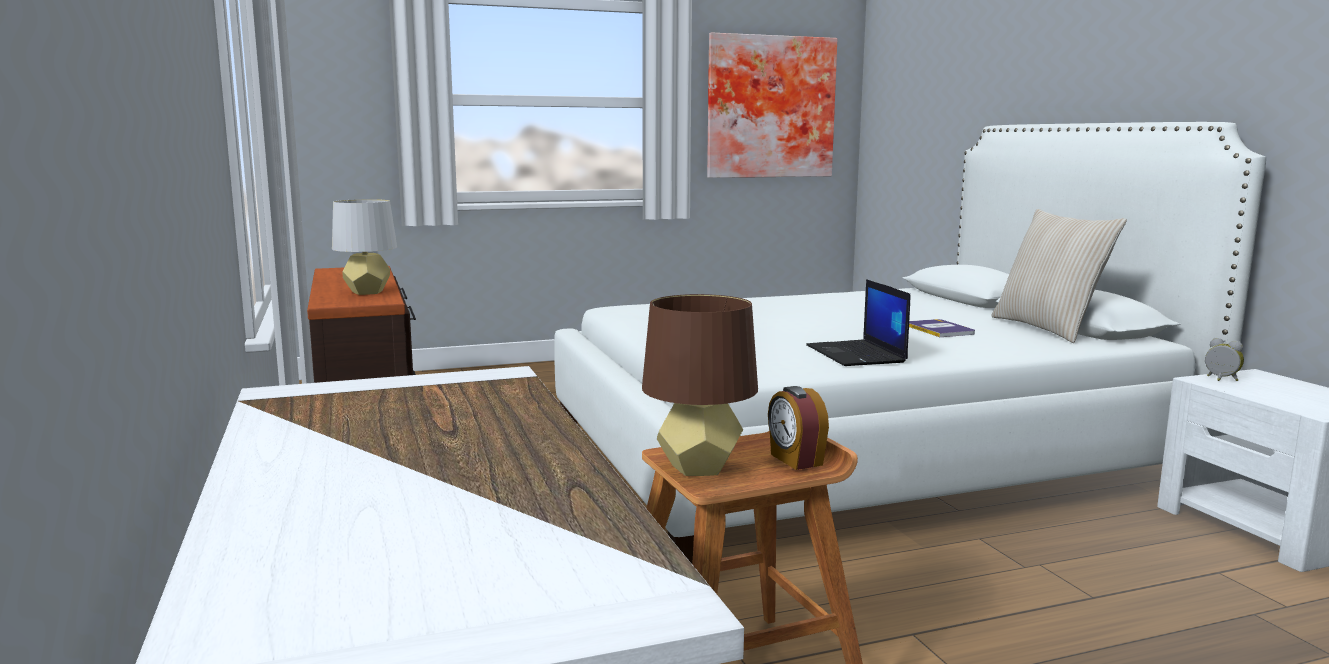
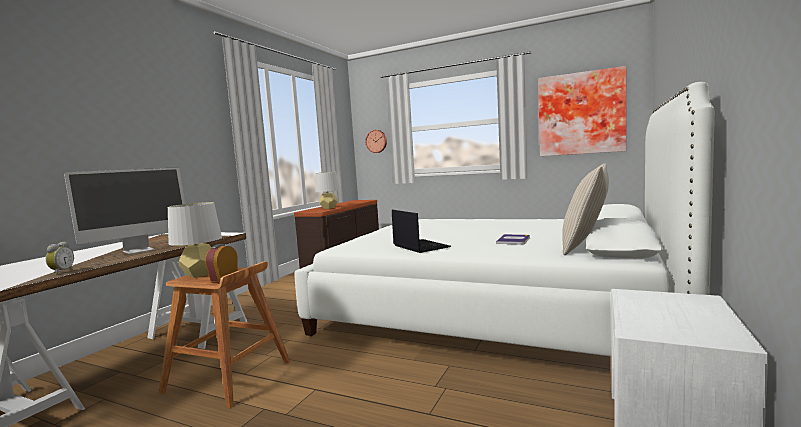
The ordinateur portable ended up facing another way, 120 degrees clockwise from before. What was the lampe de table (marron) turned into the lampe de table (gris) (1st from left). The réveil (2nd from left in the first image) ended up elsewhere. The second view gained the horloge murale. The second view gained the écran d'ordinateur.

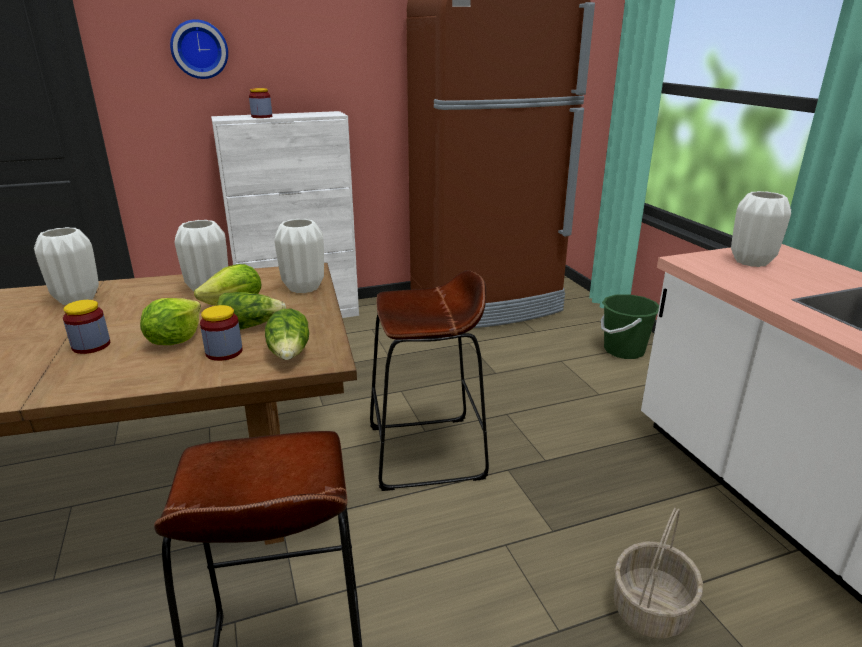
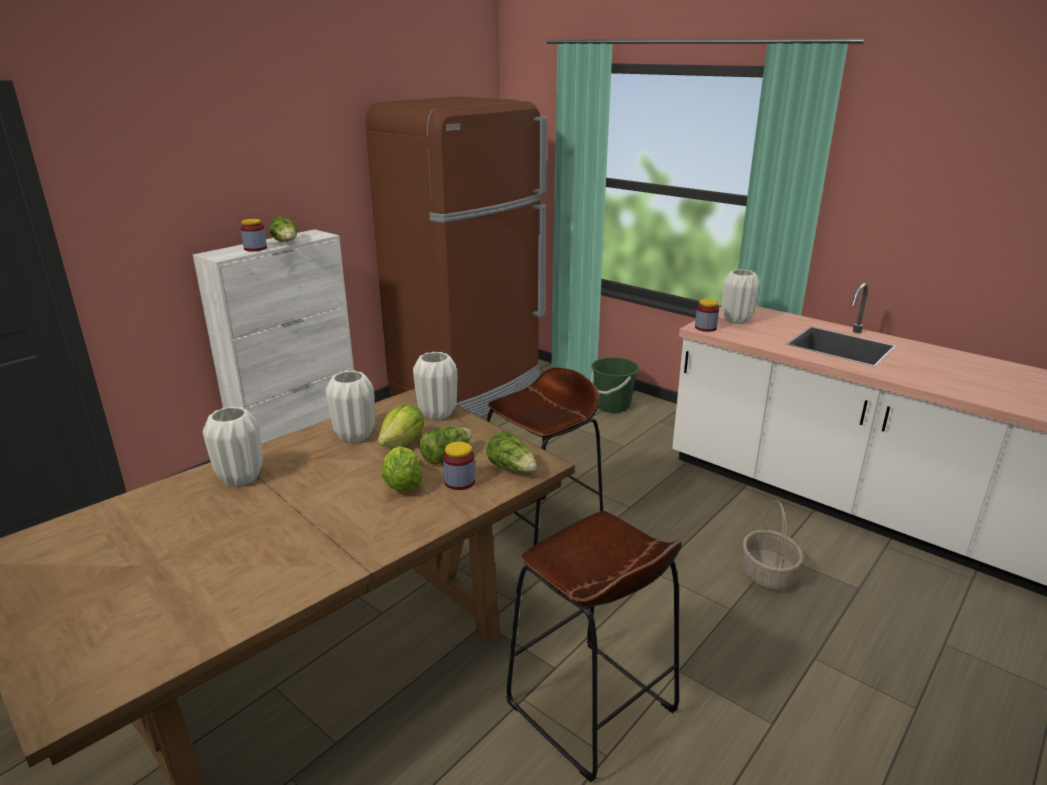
The second view lost the horloge murale. The bocal (1st from left in the first image) ended up elsewhere. The second view gained the laitue (1st from left).

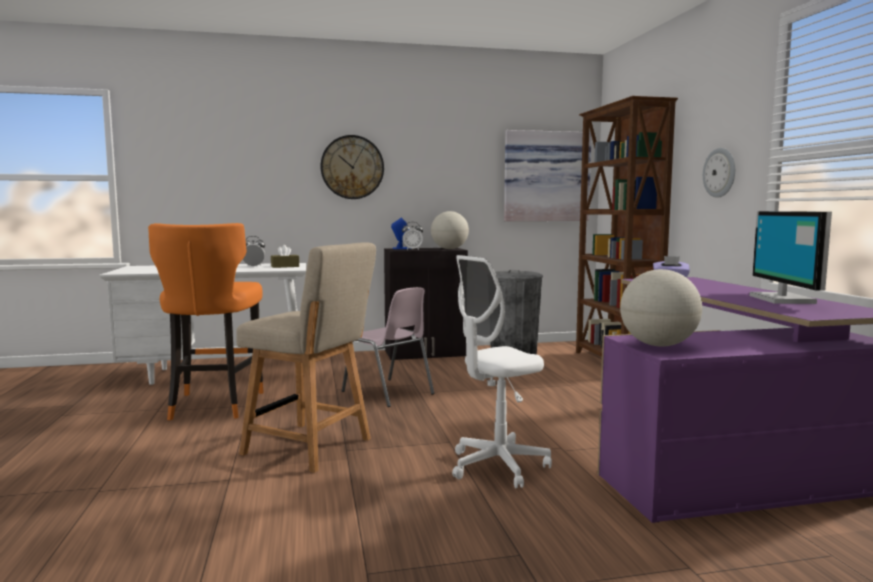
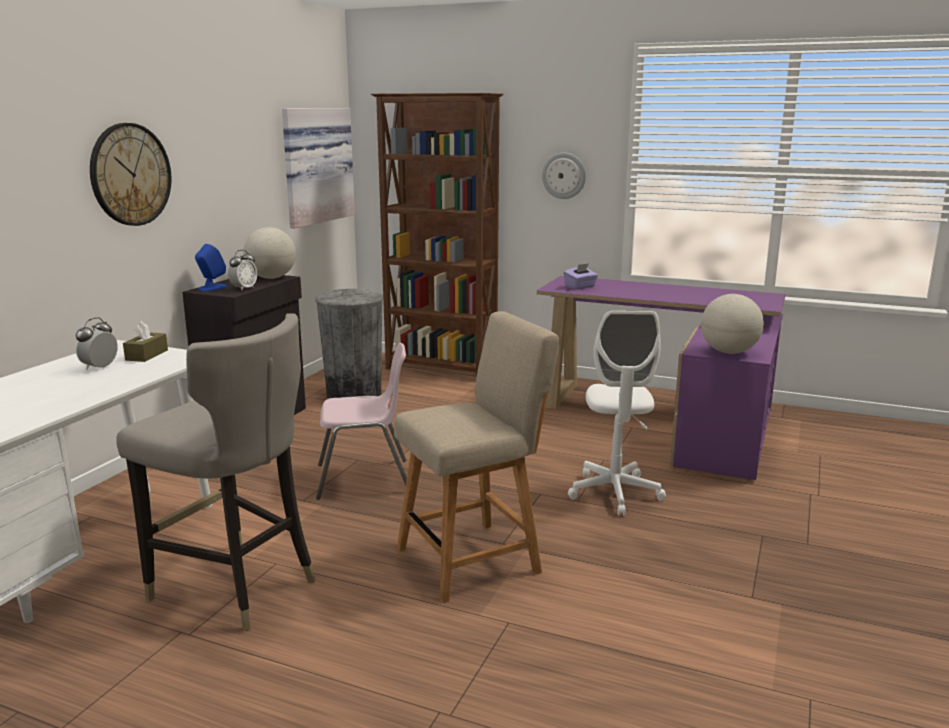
The second view lost the écran d'ordinateur. What was the tabouret (orange) turned into the tabouret (gris).

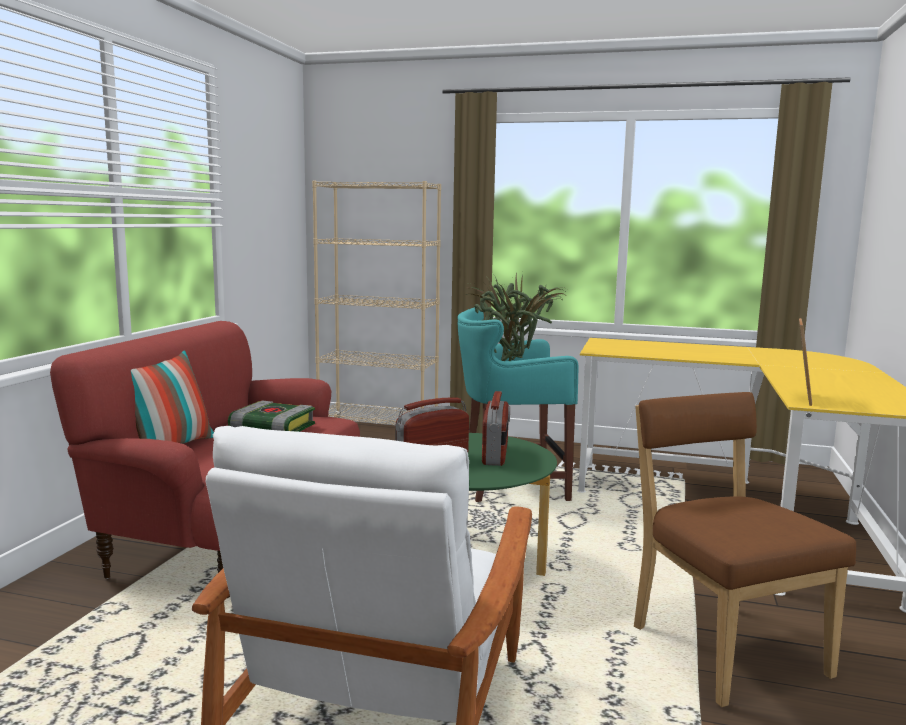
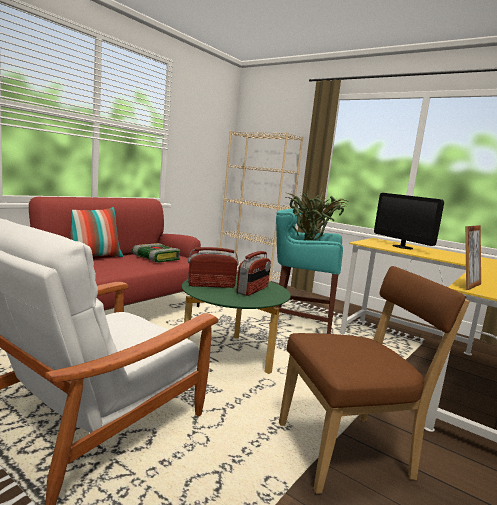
The chaise (marron) ended up facing another way, 75 degrees clockwise from before. The second view gained the écran d'ordinateur.

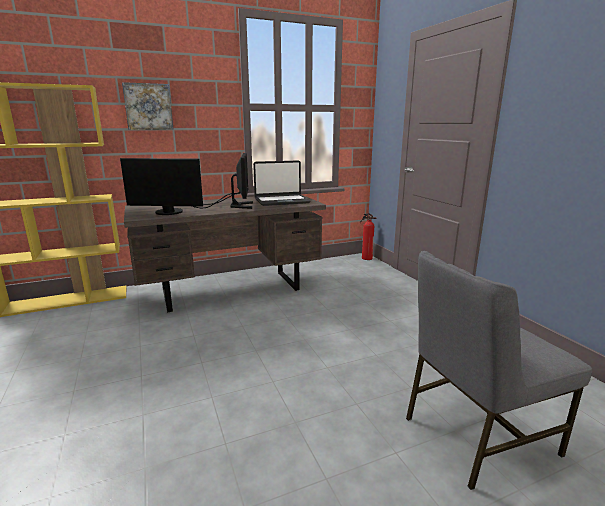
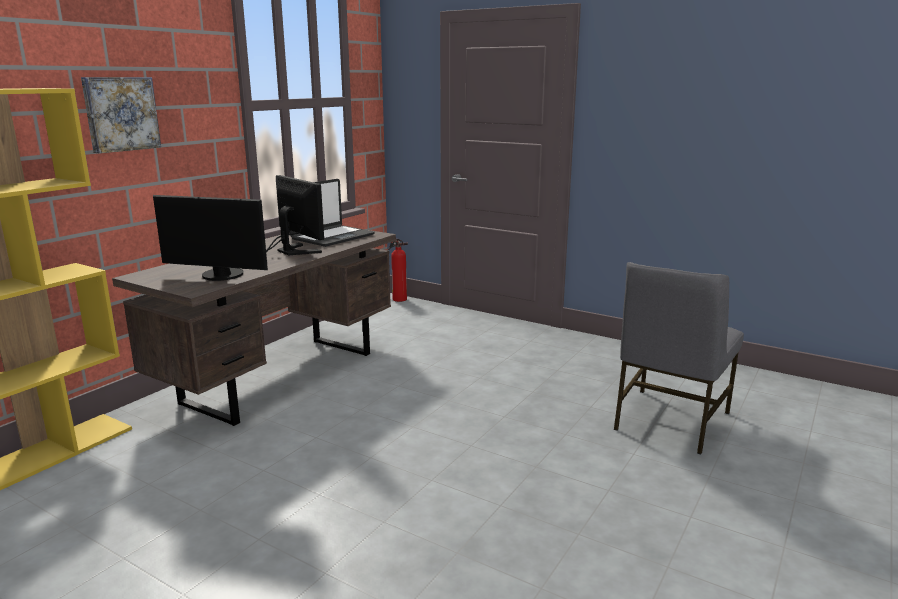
The écran d'ordinateur (1st from left) ended up facing another way, 45 degrees clockwise from before.

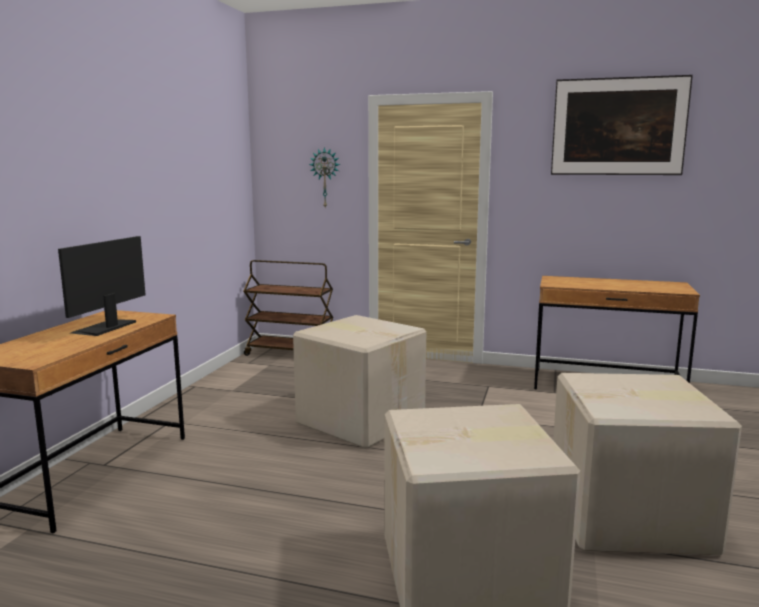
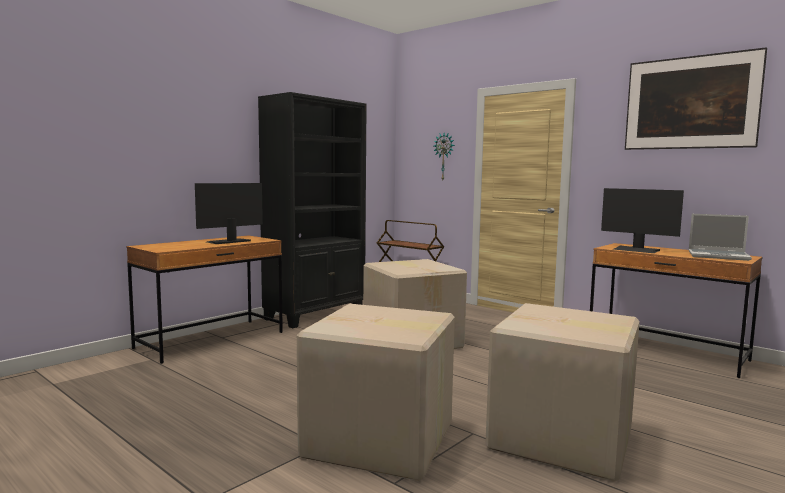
The second view gained the bibliothèque (noir). The second view gained the écran d'ordinateur (2nd from left). The second view gained the ordinateur portable.

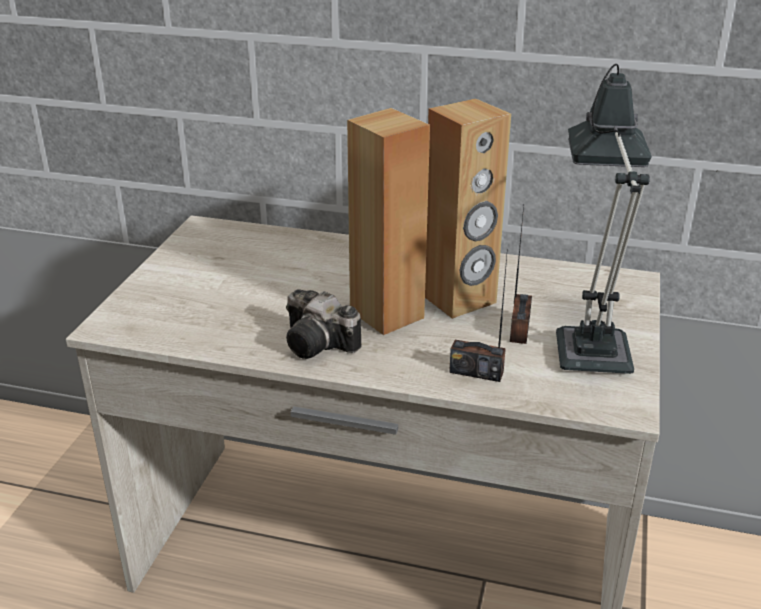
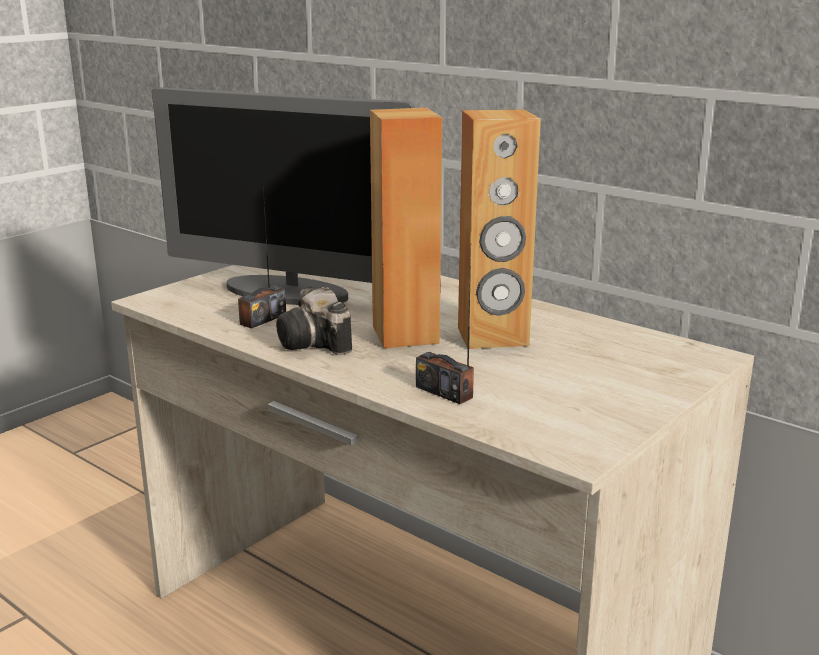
The second view lost the lampe de table. The radio (2nd from left in the first image) ended up elsewhere. The second view gained the écran d'ordinateur.

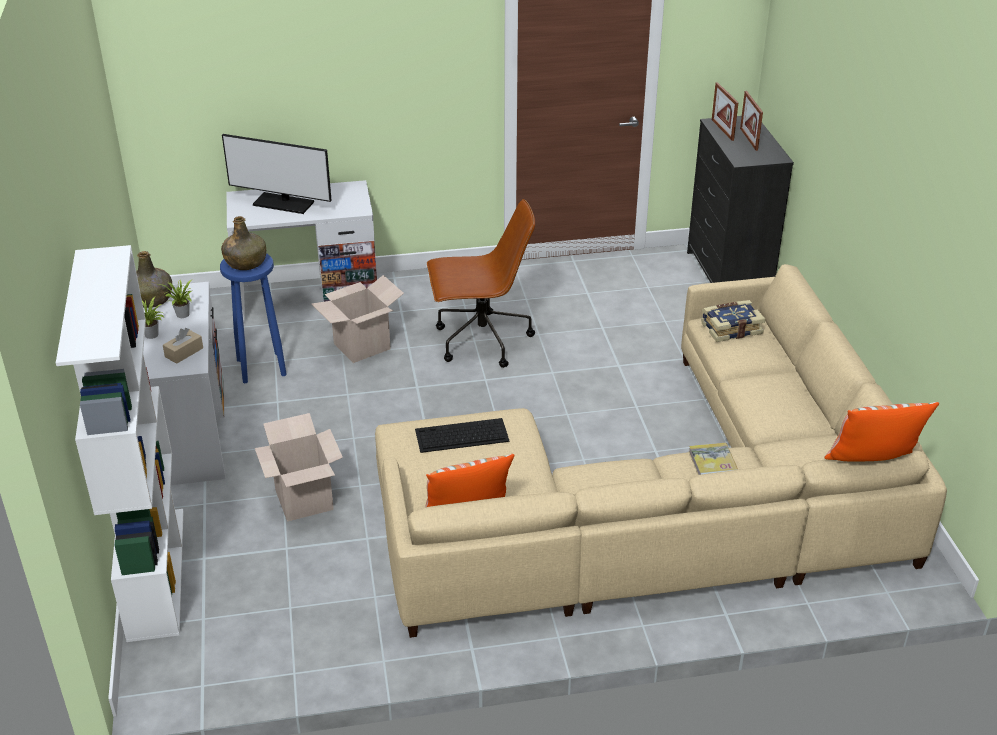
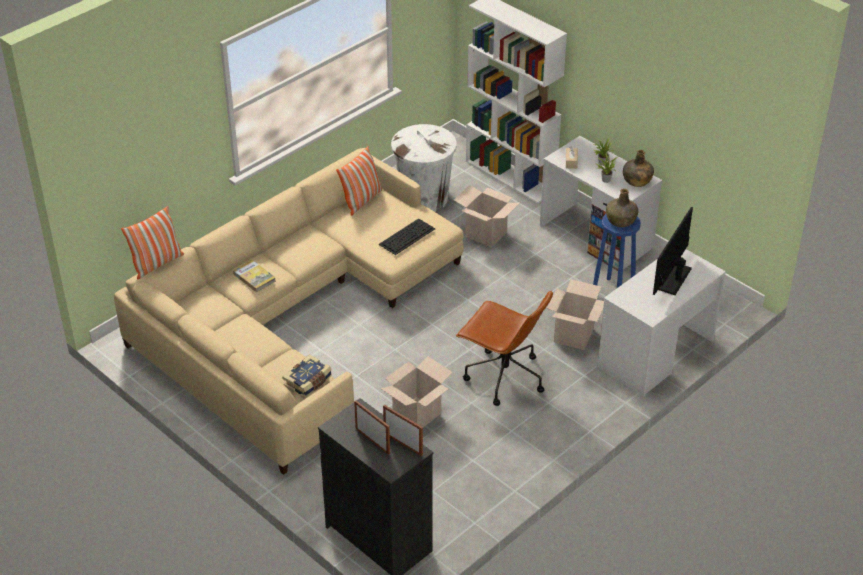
The écran d'ordinateur ended up facing another way, 45 degrees counterclockwise from before. The chaise de bureau (marron) ended up facing another way, 105 degrees counterclockwise from before. The second view gained the poubelle (blanc). The second view gained the carton (1st from left).

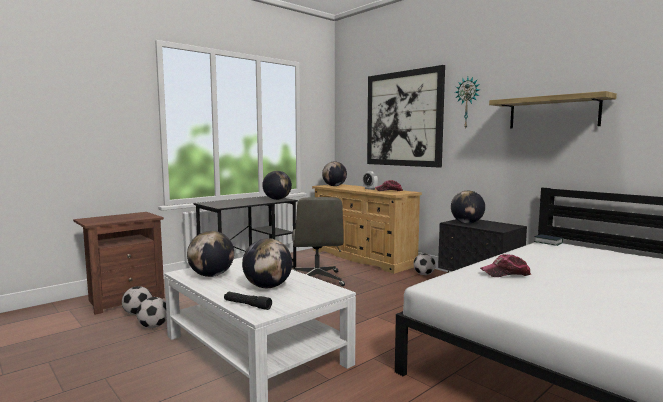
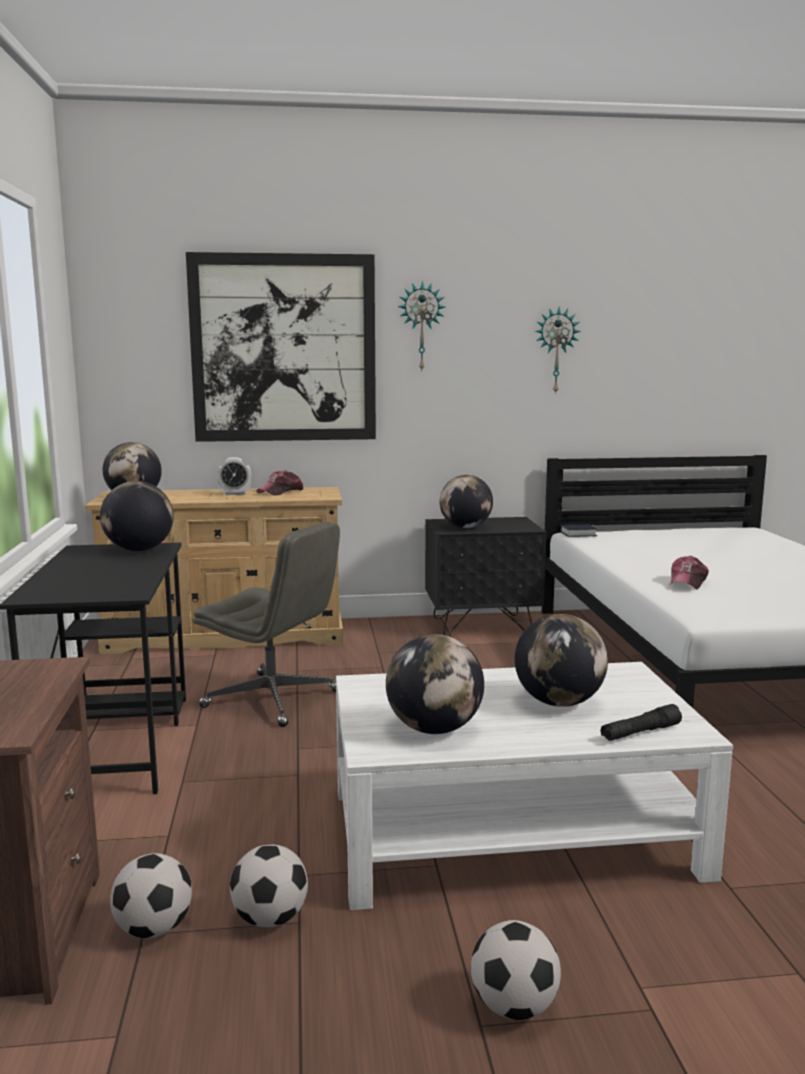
Where the étagère hung, the horloge murale (2nd from left) came to hang. The ballon de foot (3rd from left) ended up elsewhere.

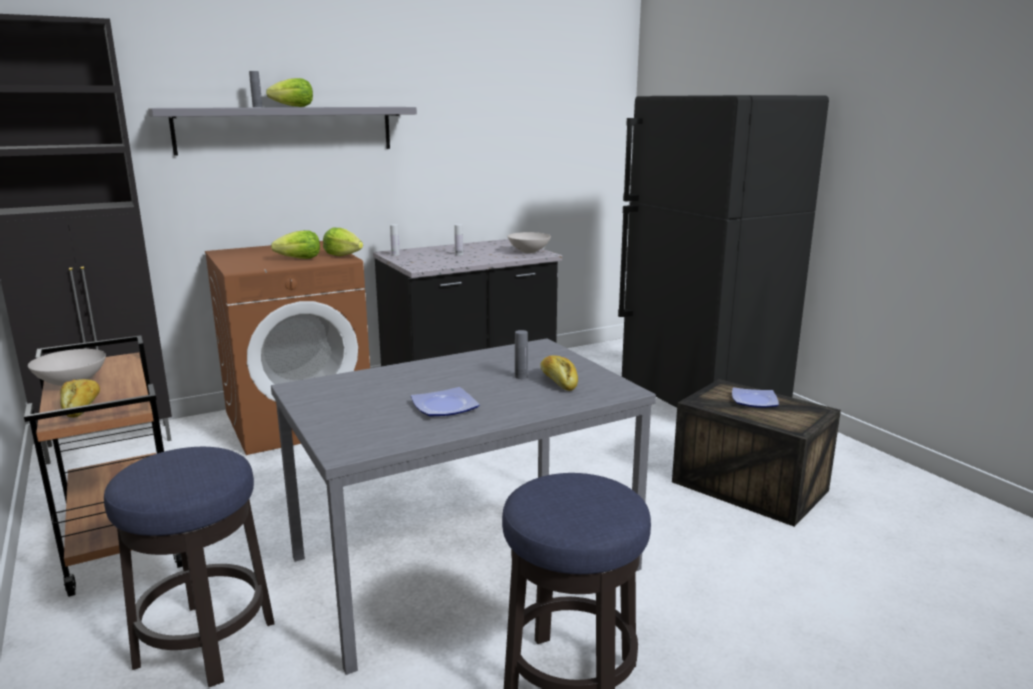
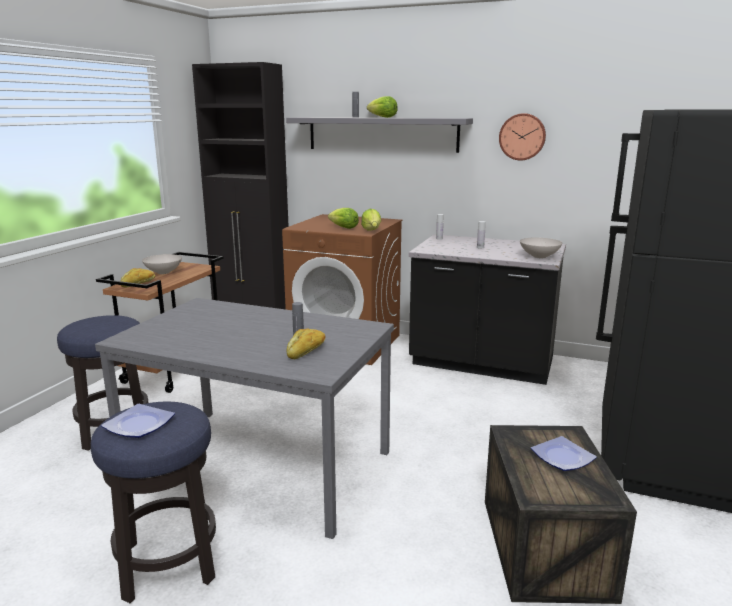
The assiette (1st from left) ended up elsewhere. The second view gained the horloge murale.

